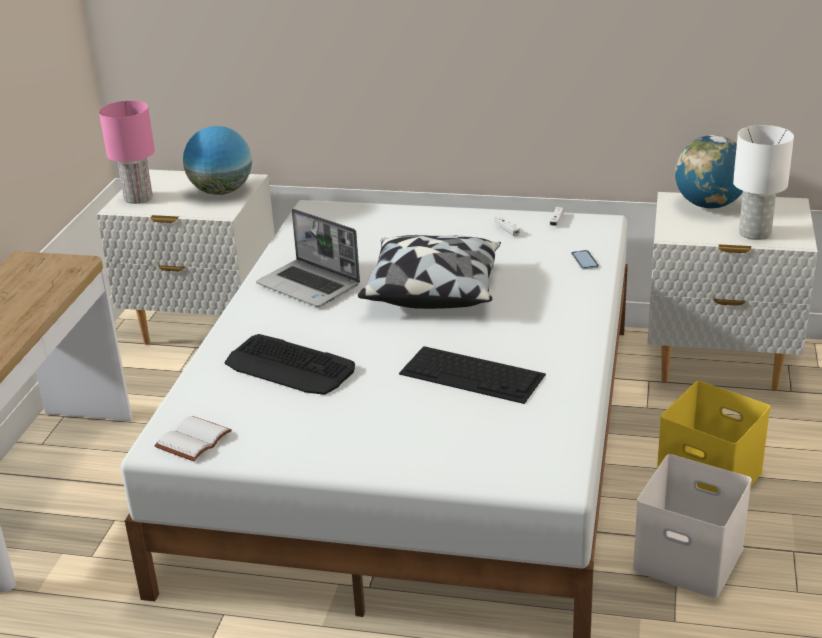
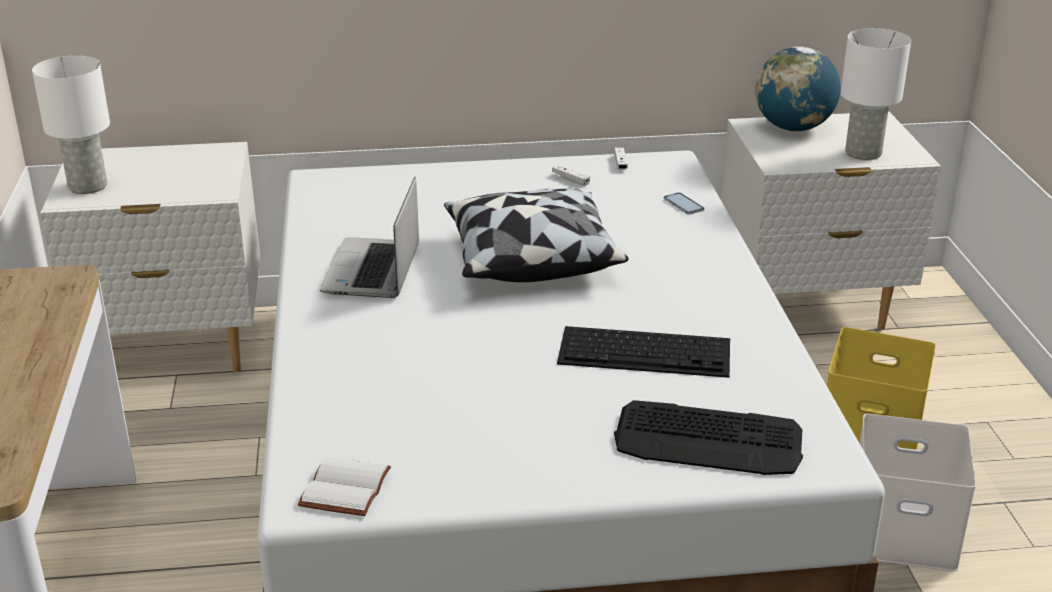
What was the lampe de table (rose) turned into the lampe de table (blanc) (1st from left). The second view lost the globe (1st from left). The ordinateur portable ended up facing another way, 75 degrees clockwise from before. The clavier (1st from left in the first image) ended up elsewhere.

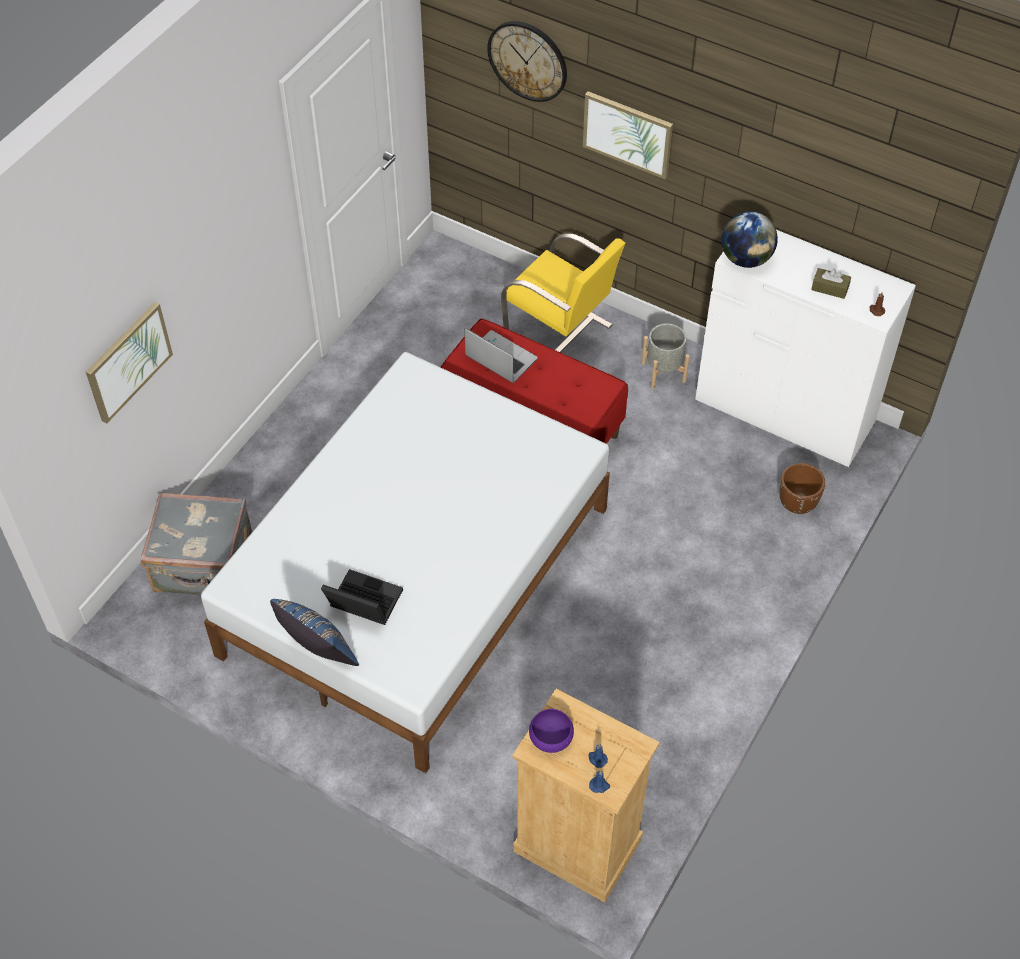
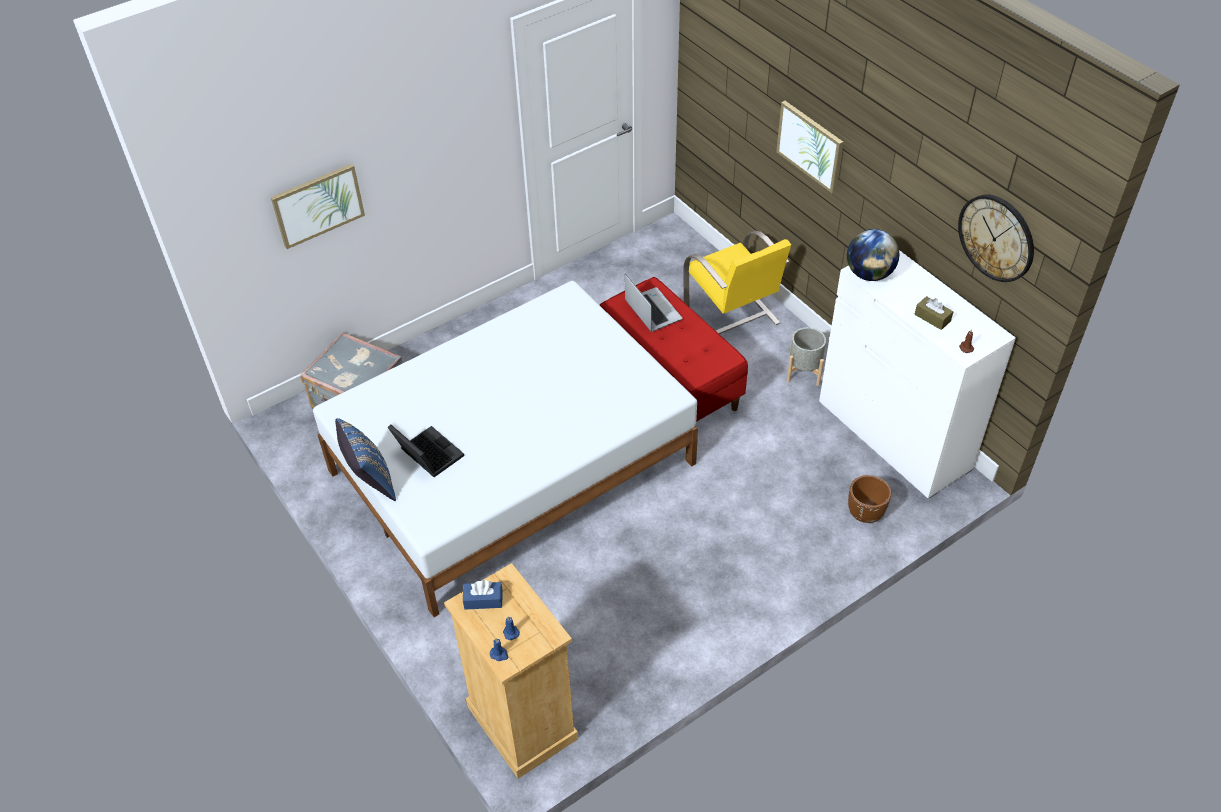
The horloge murale ended up elsewhere. Where the bol (violet) stood, the boîte à mouchoirs (bleu) came to stand.

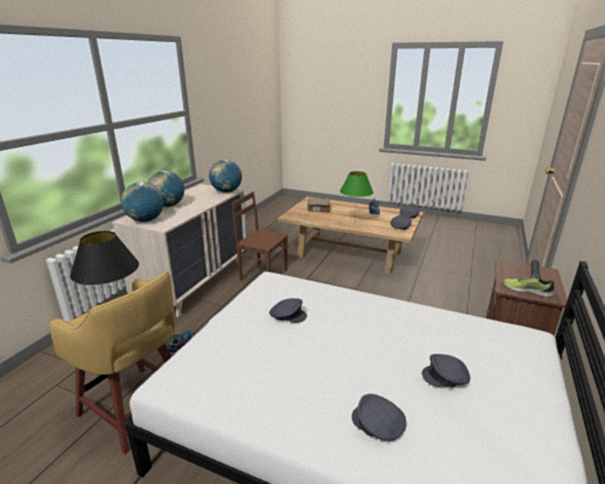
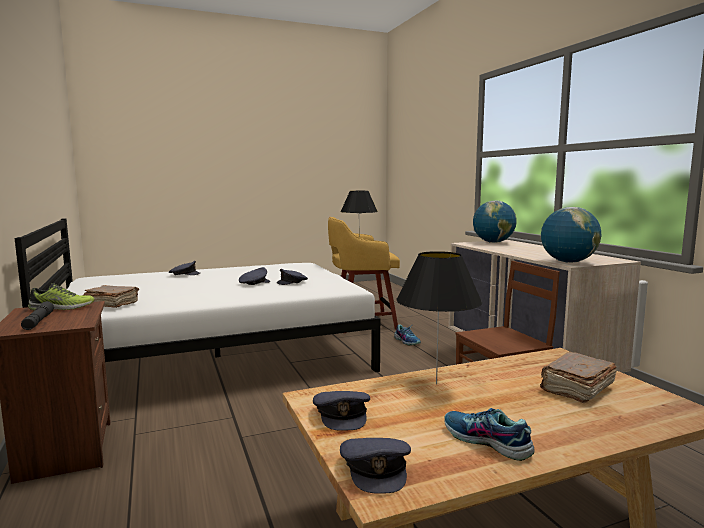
The second view lost the globe (2nd from left). What was the lampe de table (vert) turned into the lampe de table (noir) (2nd from left). The casquette (gris) (5th from left in the first image) ended up elsewhere. The second view gained the livre (marron) (1st from left).

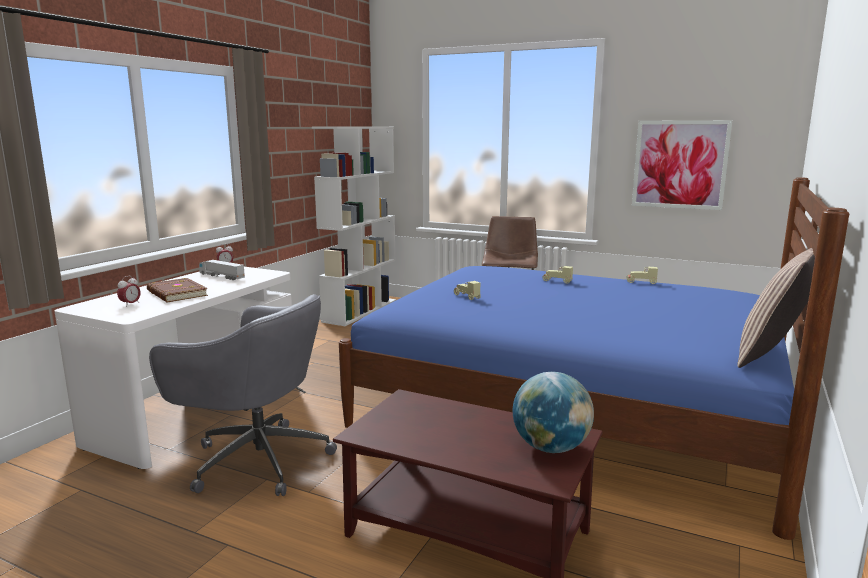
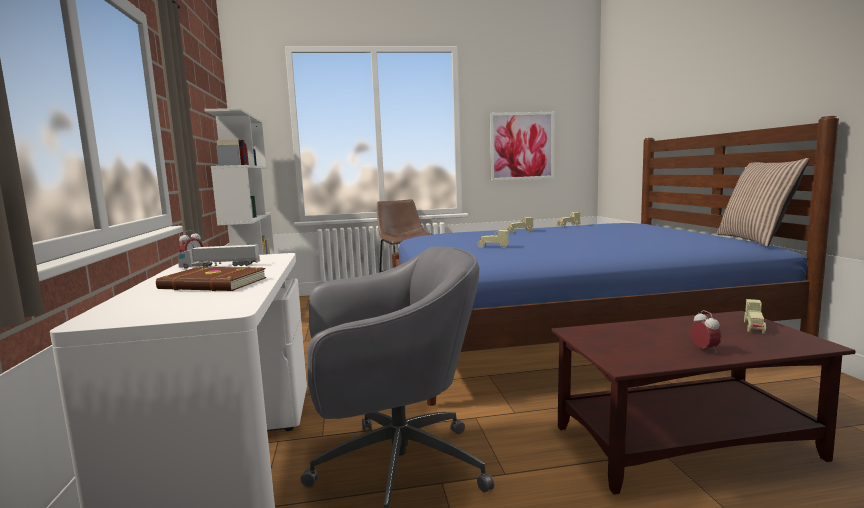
The réveil (1st from left in the first image) ended up elsewhere. Where the globe stood, the petite voiture (beige) (4th from left) came to stand.

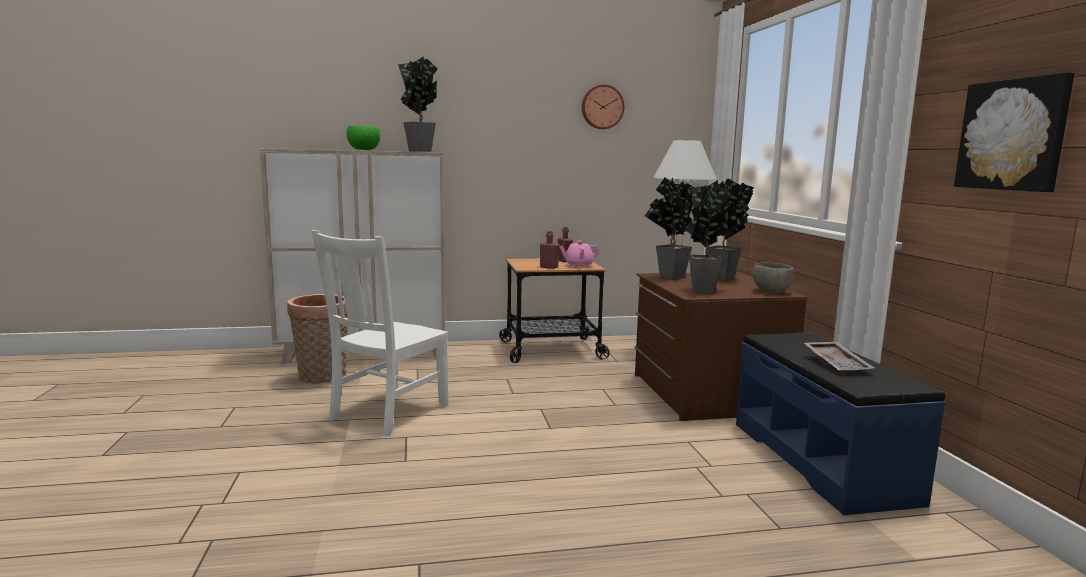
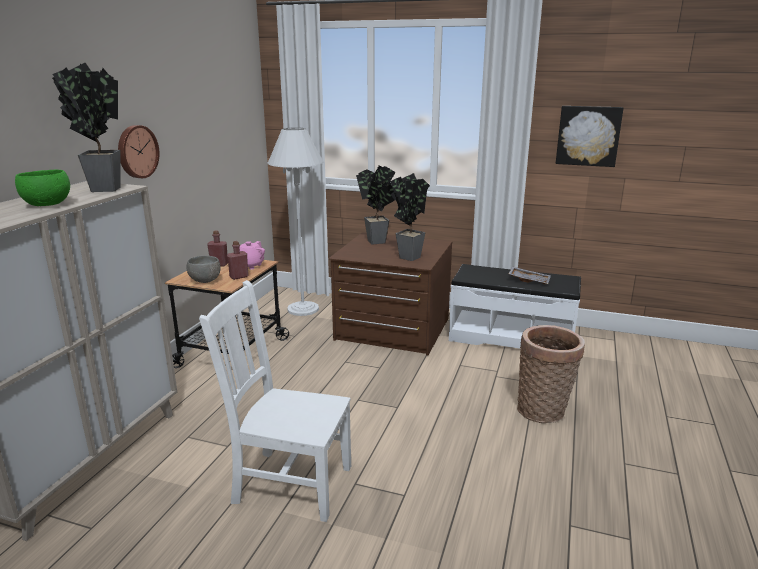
The horloge murale ended up elsewhere. The second view lost the plante en pot (2nd from left). The chaise (blanc) ended up facing another way, 135 degrees clockwise from before. The bol (gris) ended up elsewhere. The panier ended up elsewhere. What was the banc (bleu) turned into the banc (blanc).

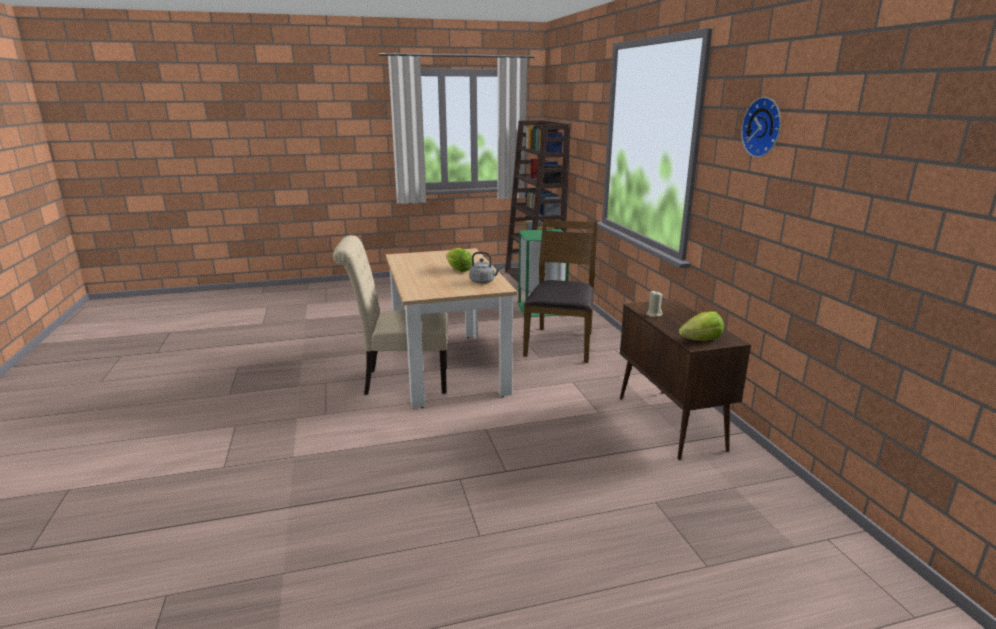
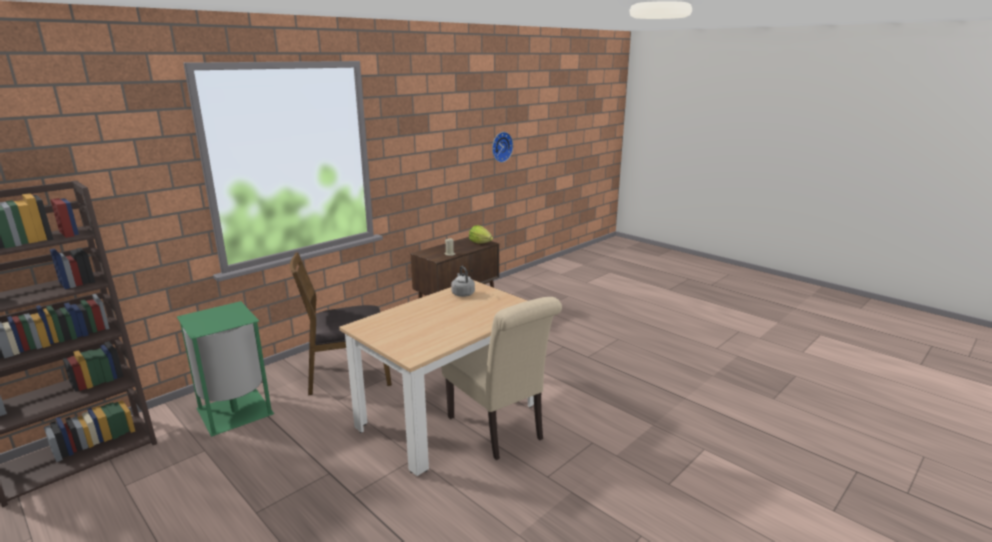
The horloge murale ended up elsewhere. The second view lost the laitue (1st from left).

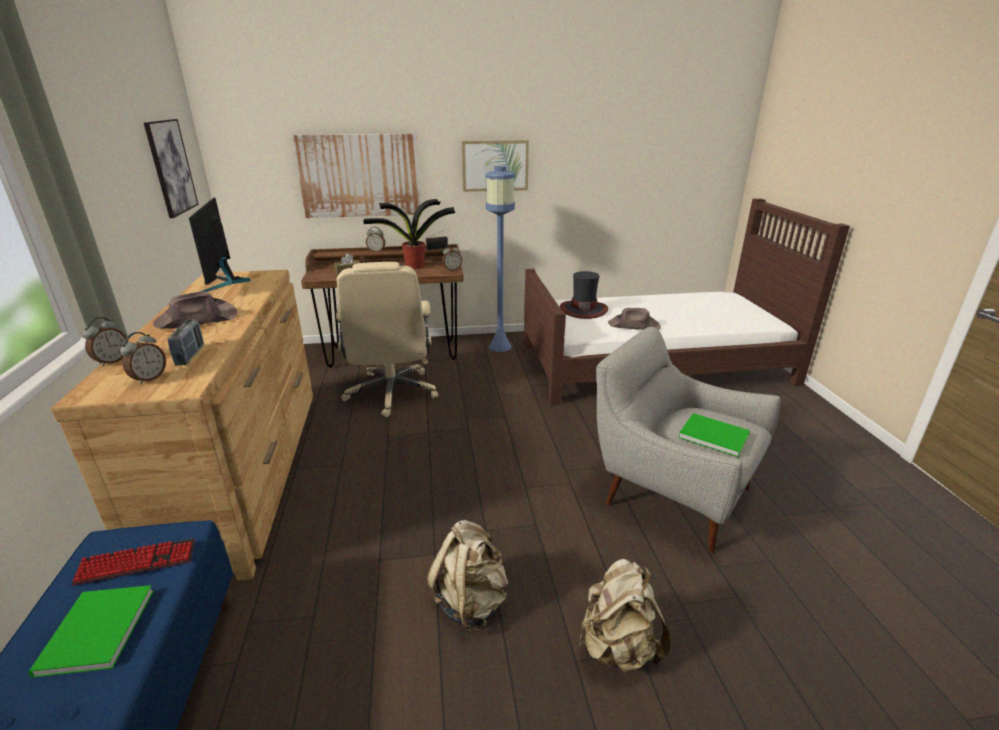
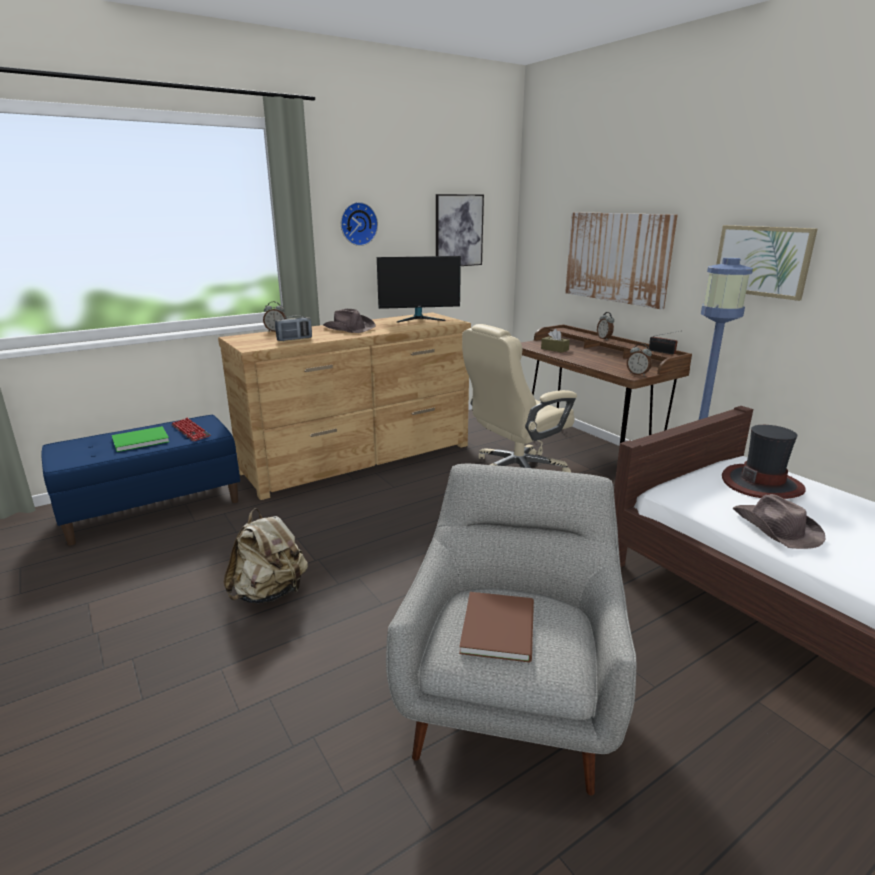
The écran d'ordinateur ended up facing another way, 150 degrees counterclockwise from before. The second view lost the plante en pot. The second view lost the réveil (2nd from left). What was the livre (vert) (2nd from left) turned into the livre (marron). The second view lost the sac à dos (beige) (2nd from left). The second view gained the horloge murale.

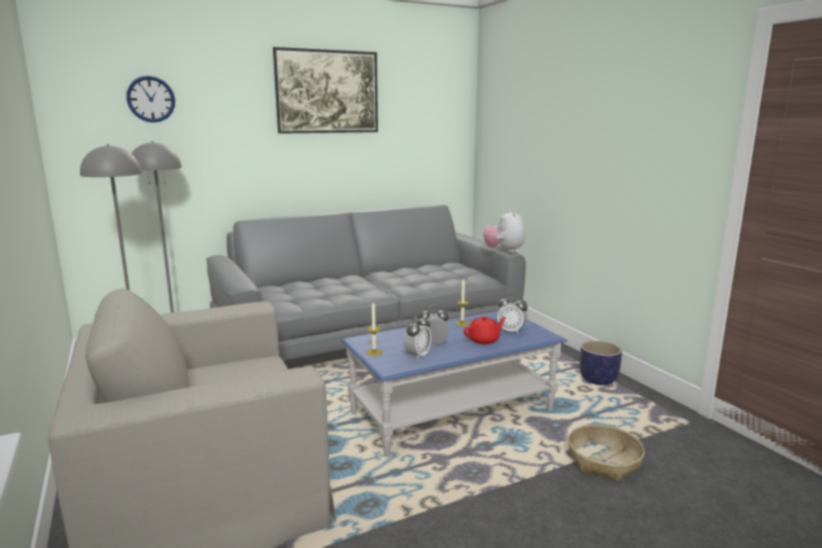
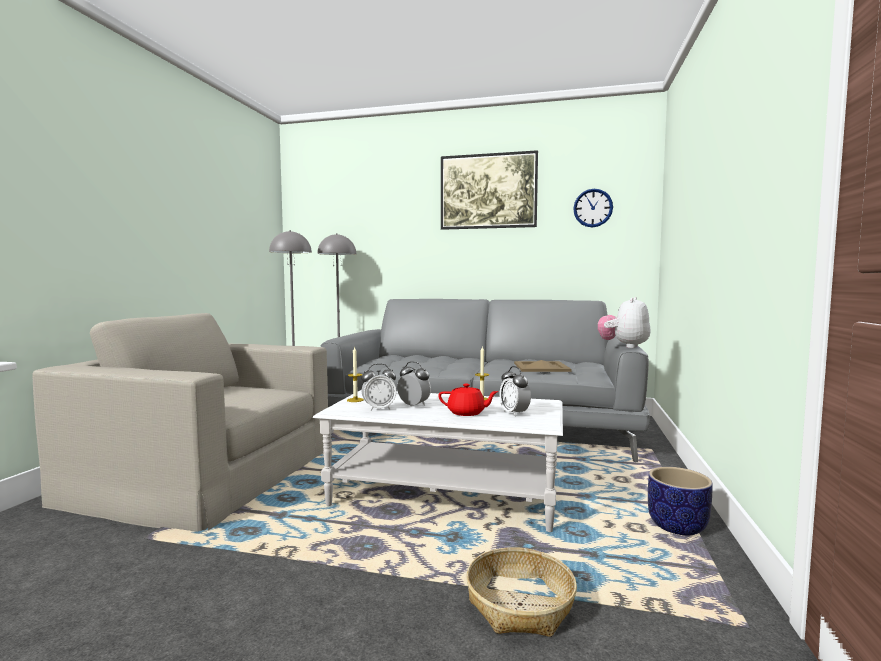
The horloge murale ended up elsewhere. What was the table basse (bleu) turned into the table basse (blanc). The second view gained the plateau (beige).

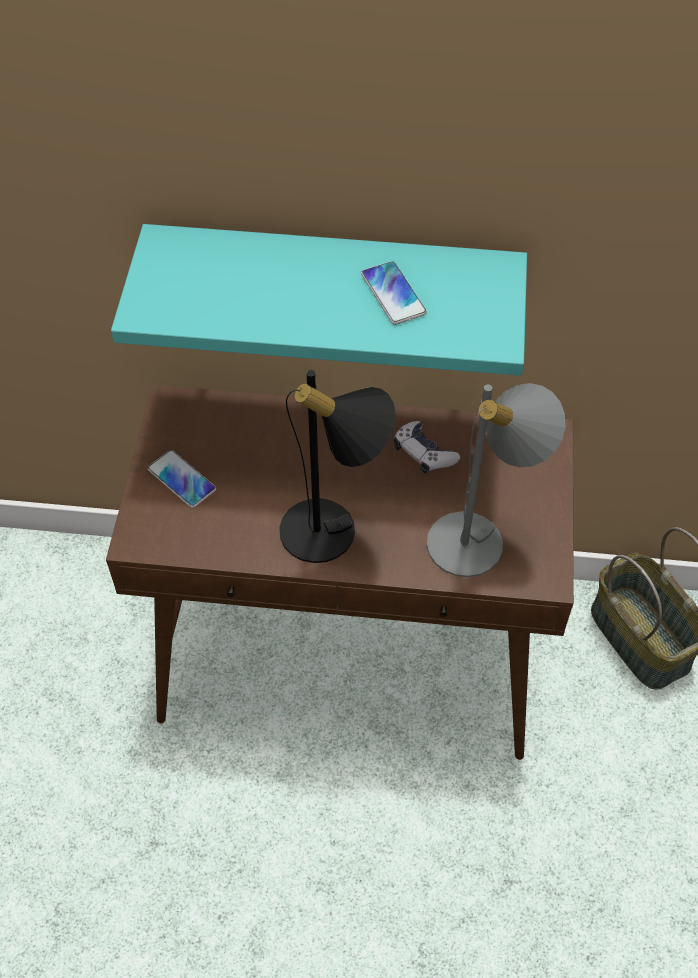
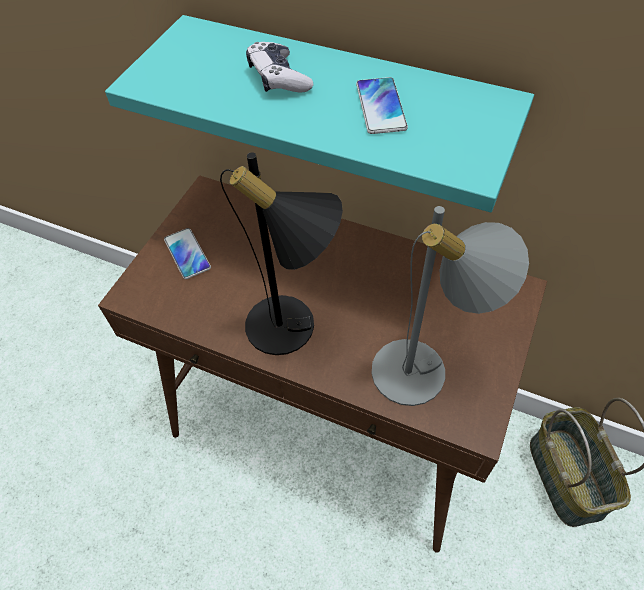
The manette ended up elsewhere.

